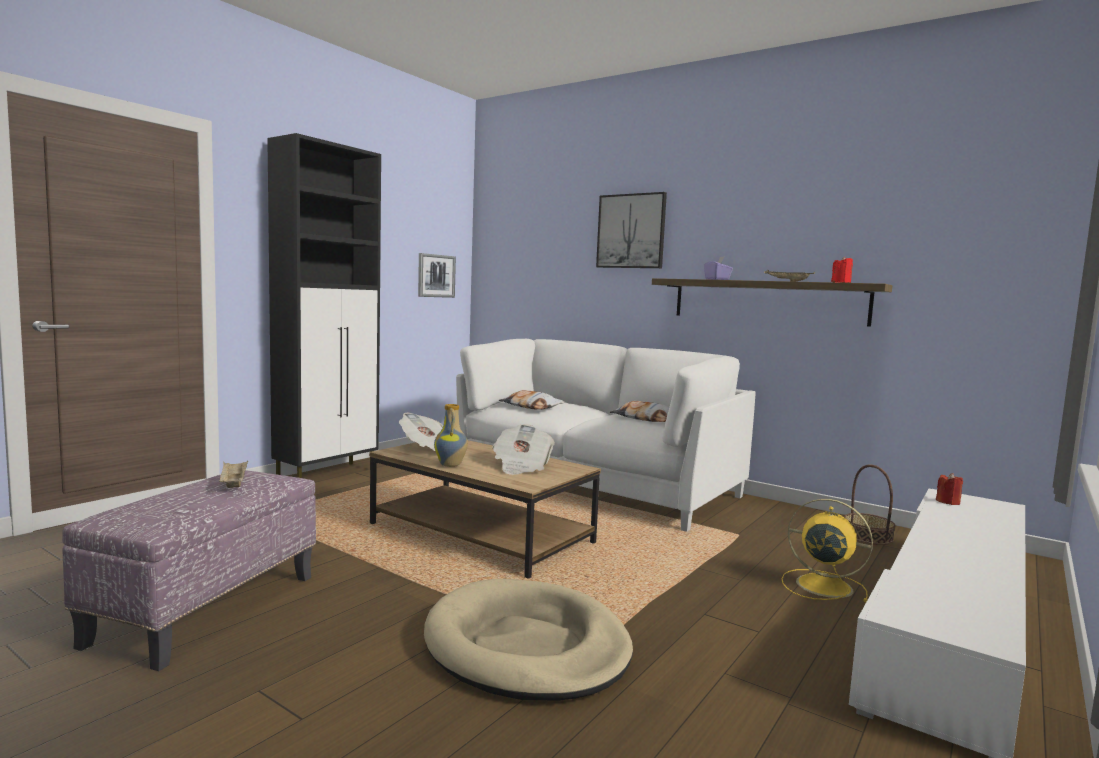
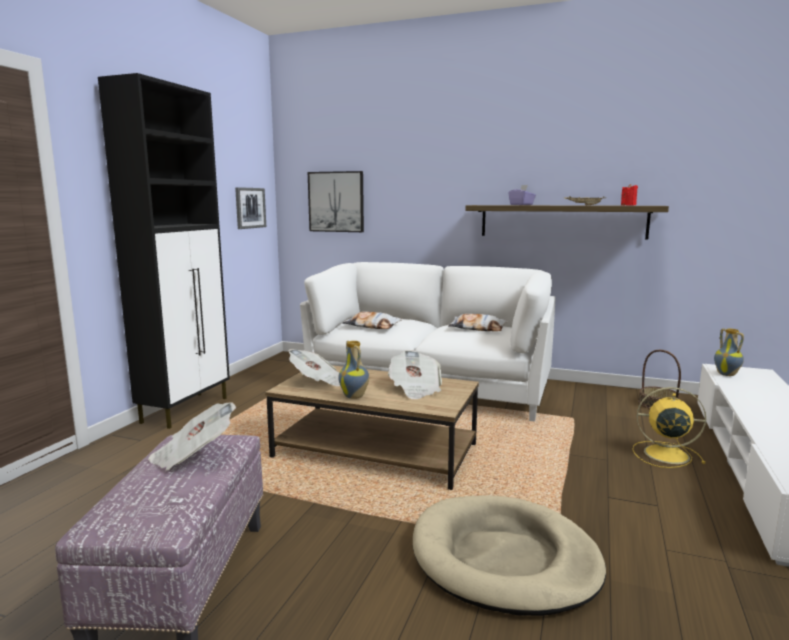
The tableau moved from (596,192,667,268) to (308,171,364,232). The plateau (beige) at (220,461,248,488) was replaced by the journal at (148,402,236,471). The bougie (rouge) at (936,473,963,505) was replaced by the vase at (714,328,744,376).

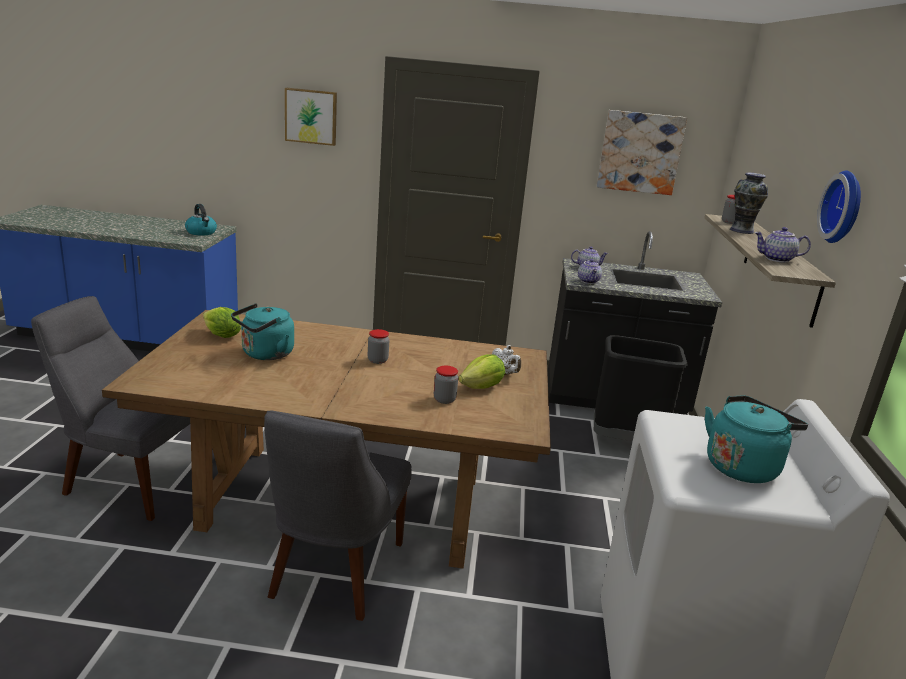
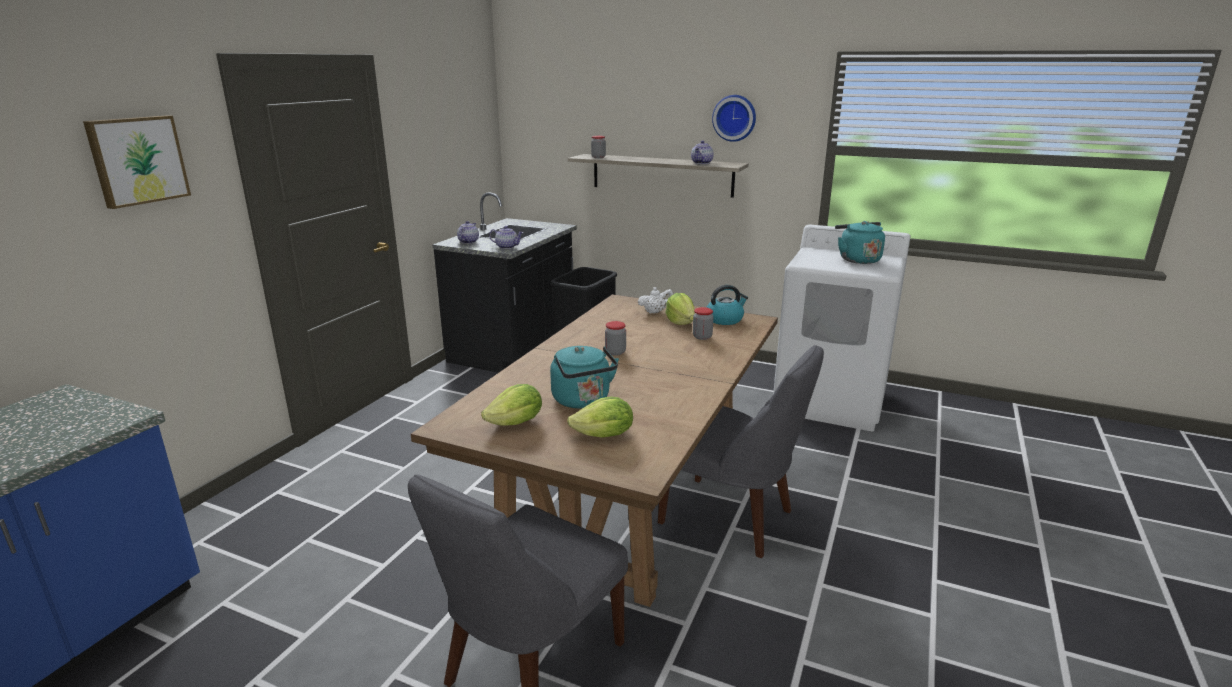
The tableau at (597,110,687,195) disappeared. The vase at (730,173,768,234) disappeared. The laitue at (567,397,633,438) appeared. The bouilloire moved from (185,204,217,236) to (706,285,748,325).

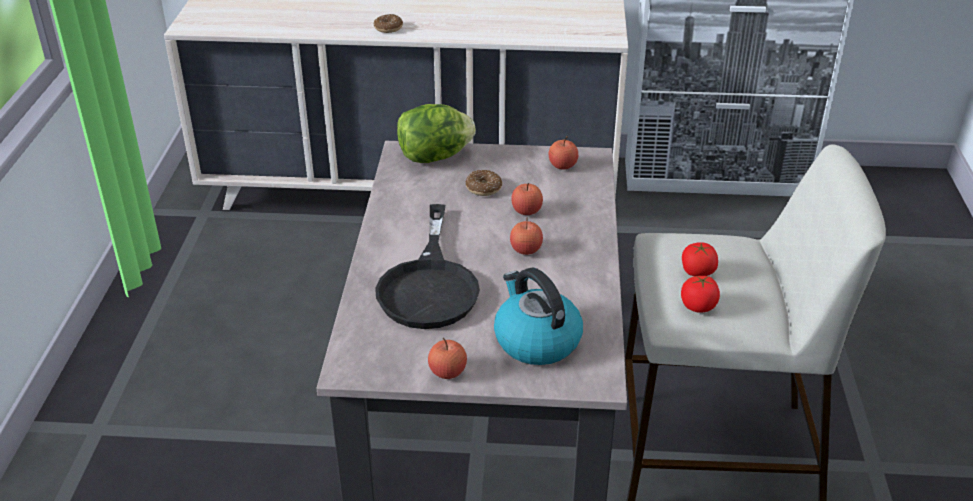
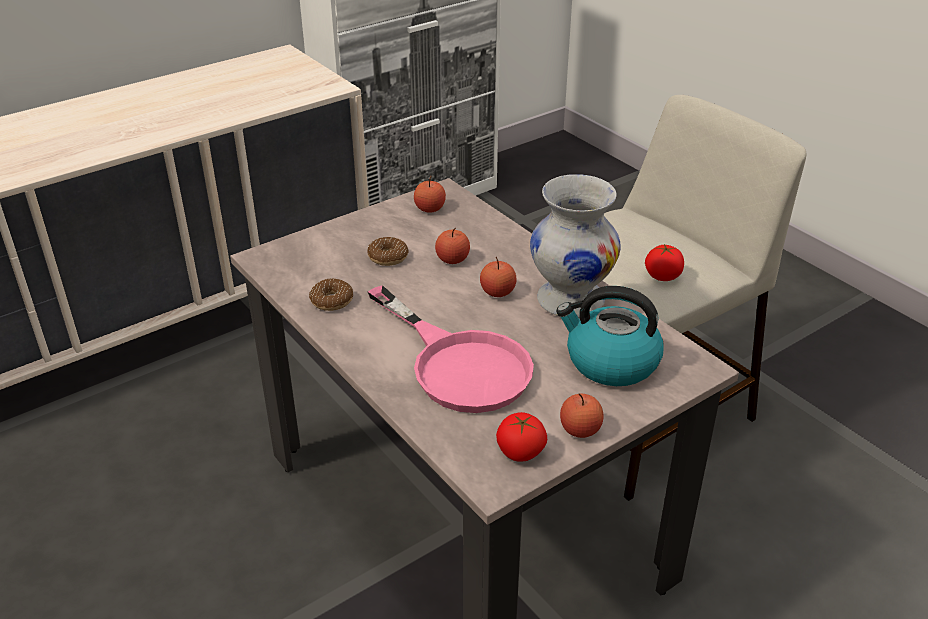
The laitue at (397,104,476,163) disappeared. The vase (blanc) at (530,174,621,318) appeared. The beignet moved from (374,14,403,33) to (309,278,353,311). The tomate moved from (682,242,718,276) to (496,412,547,462). The poêle (noir) at (375,204,480,329) became the poêle (rose) at (368,285,534,413).

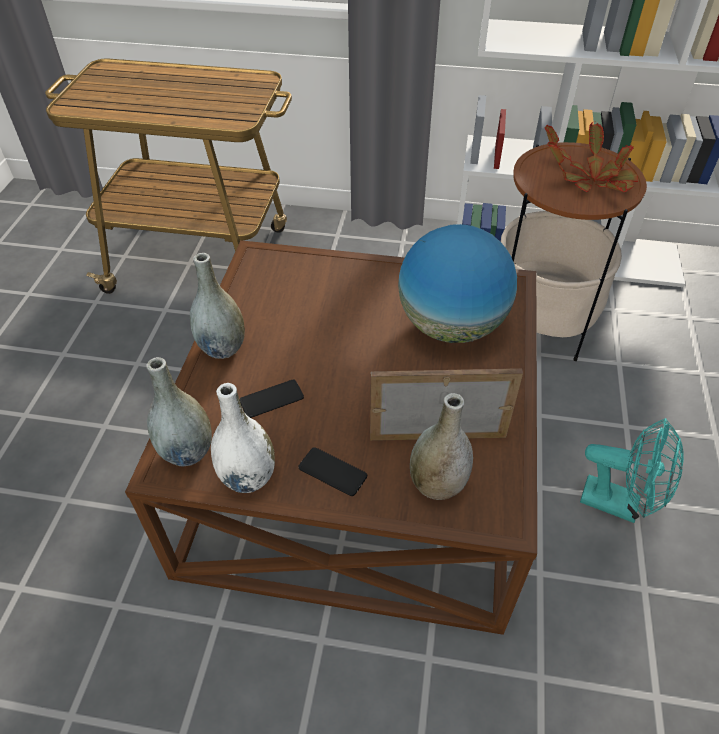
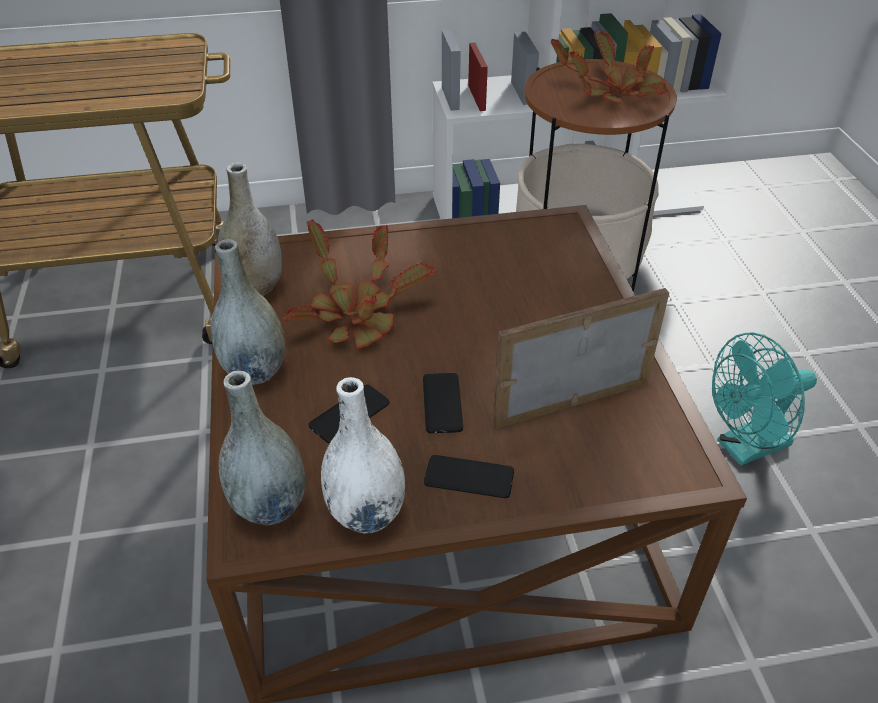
The globe at (398,224,517,343) disappeared. The plante en pot at (283,220,437,349) appeared. The téléphone at (423,373,463,433) appeared. The vase (gris) moved from (410,393,473,500) to (217,163,282,296). The ventilateur (turquoise) at (580,418,684,523) turned 150 degrees clockwise.

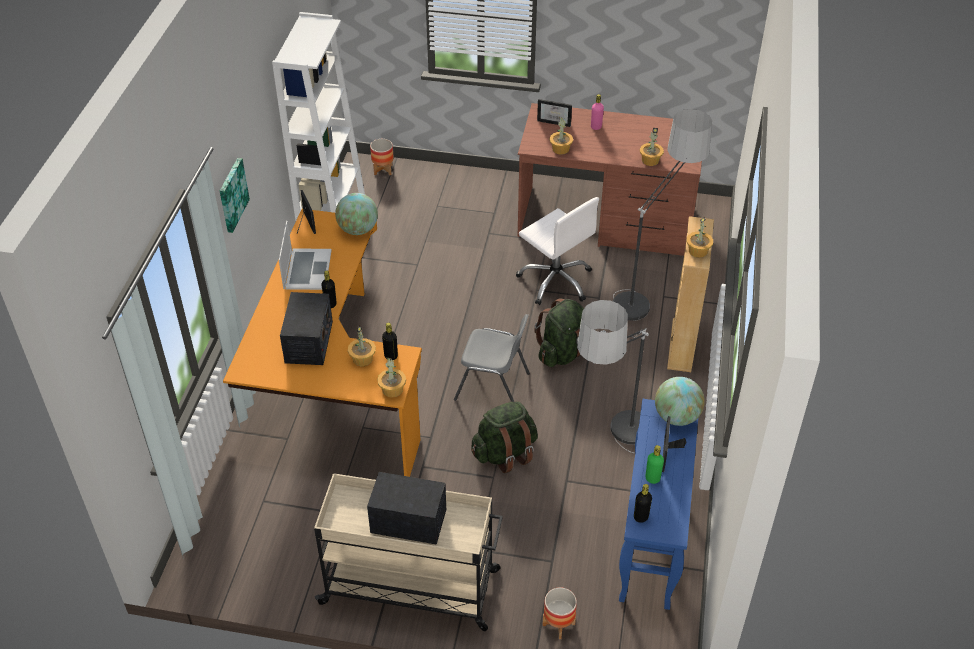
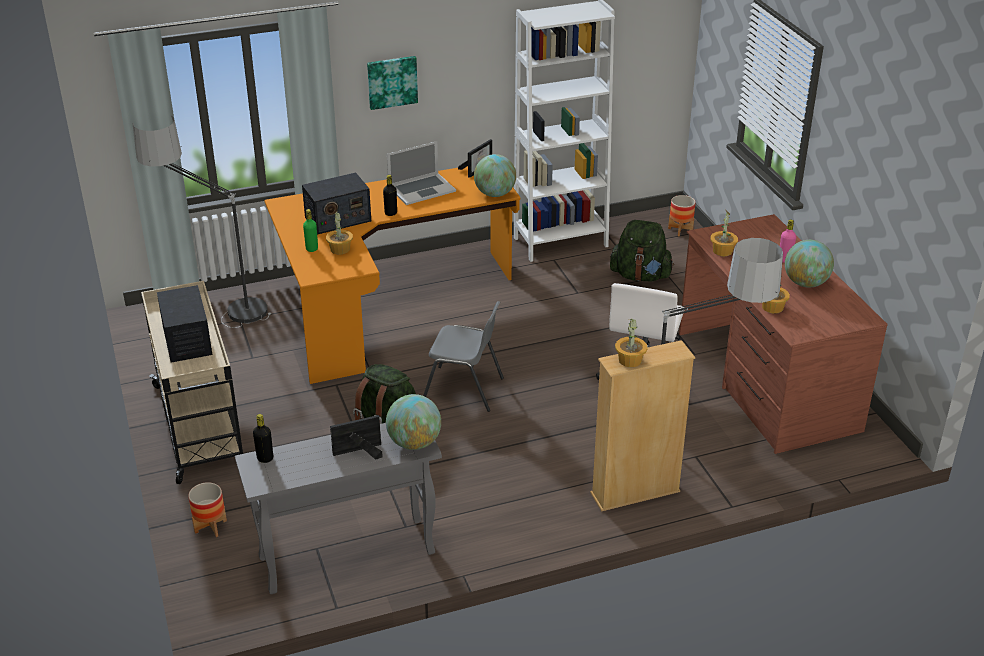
The plante en pot at (377,358,406,398) disappeared. The bouteille (noir) at (382,322,398,360) disappeared. The cadre photo at (537,99,572,127) disappeared. The globe at (785,240,834,287) appeared. The sac à dos (vert) moved from (534,298,584,367) to (610,220,674,282). The lampadaire moved from (577,300,649,453) to (133,116,271,328). The bouteille (vert) moved from (645,445,664,484) to (303,209,318,252). The table console (bleu) at (619,399,698,610) became the table console (gris) at (235,423,442,594). The chaise (gris) at (454,314,530,402) turned 60 degrees counterclockwise.

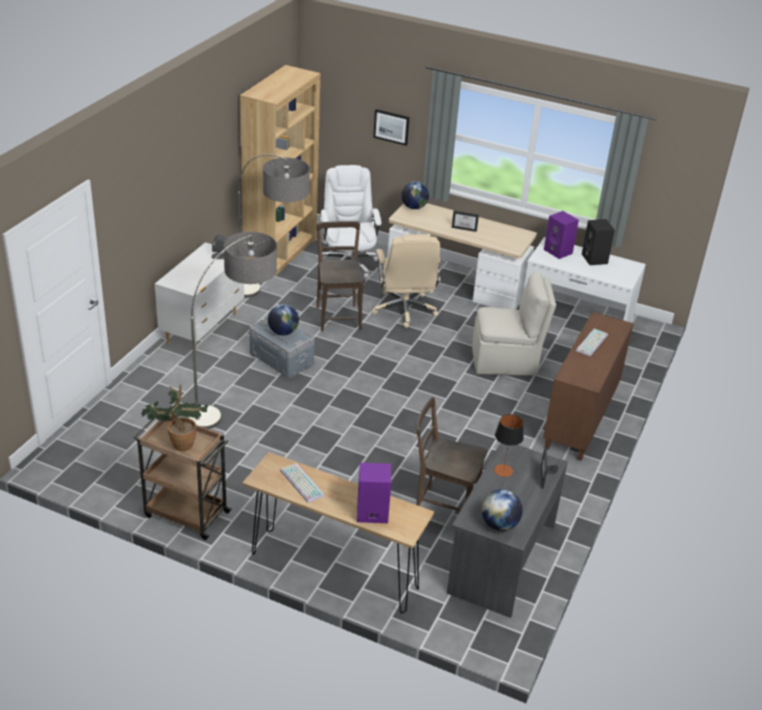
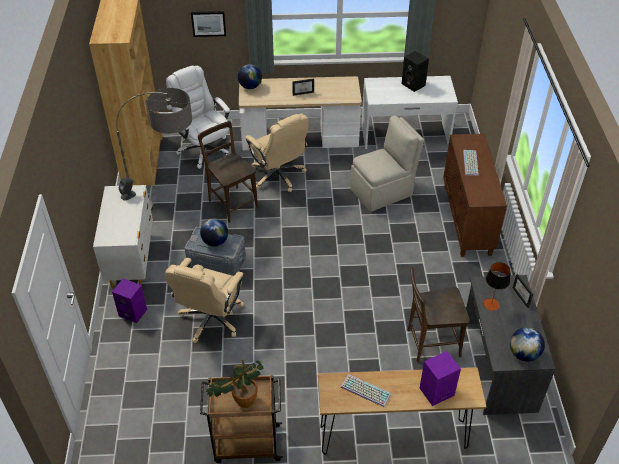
The enceinte (violet) moved from (544,211,579,259) to (112,278,147,323). The lampadaire at (188,232,277,429) was replaced by the chaise de bureau (beige) at (165,258,244,343).

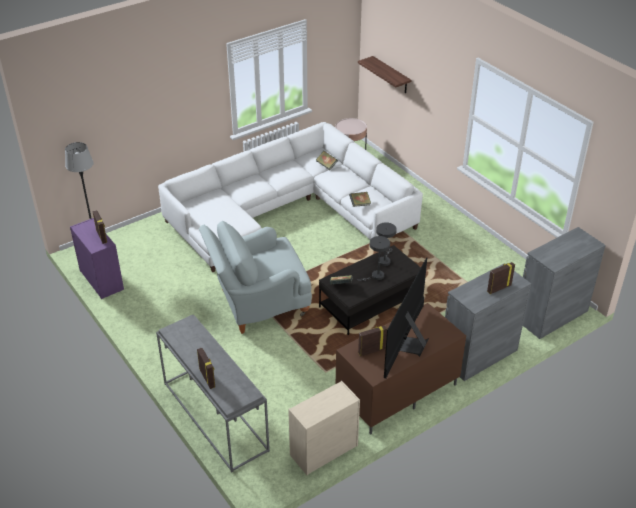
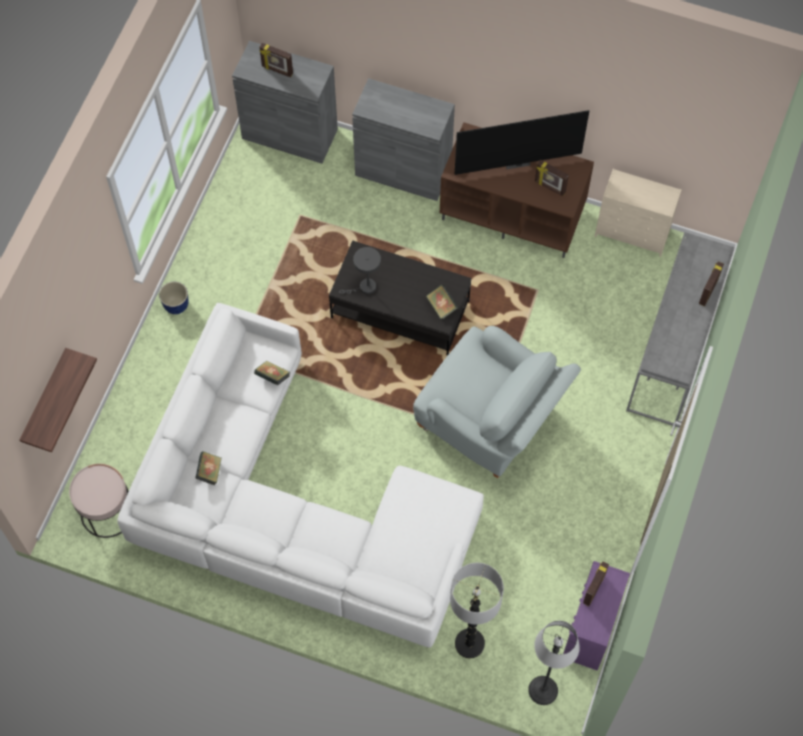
The lampe de table (gris) at (358,236,390,281) disappeared. The cache-pot at (159,282,189,314) appeared. The lampadaire at (450,563,504,658) appeared. The cadre photo moved from (487,262,515,294) to (259,43,293,78).

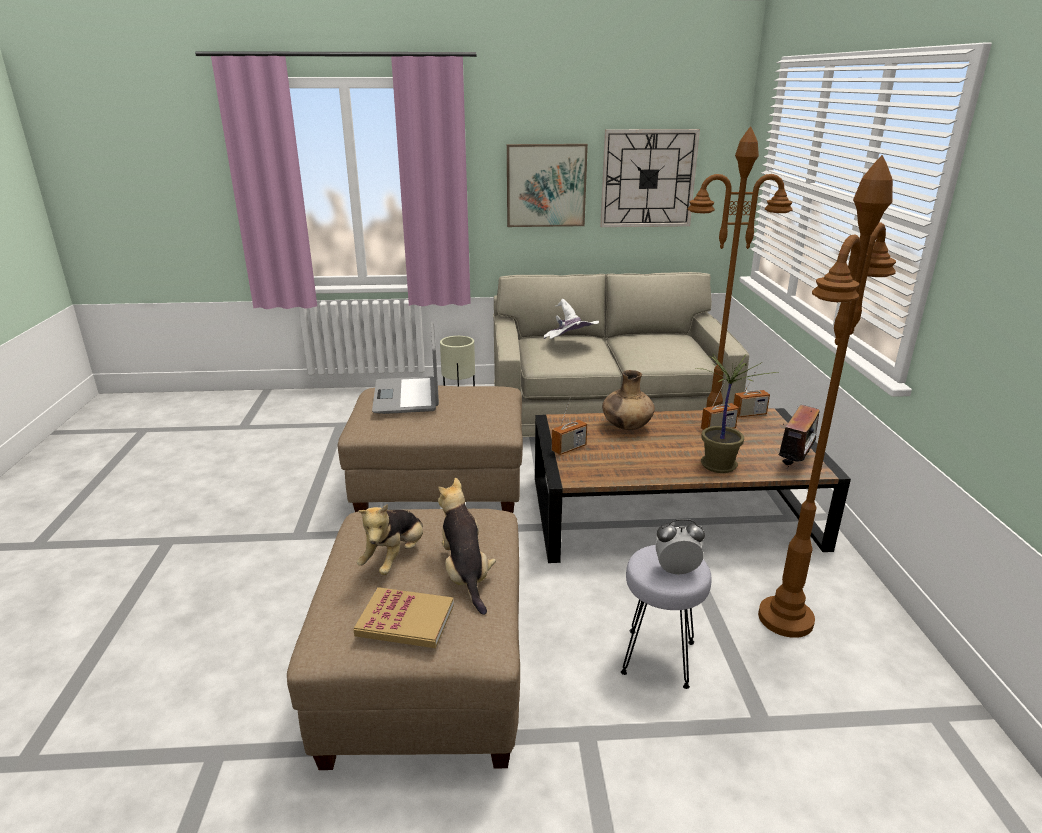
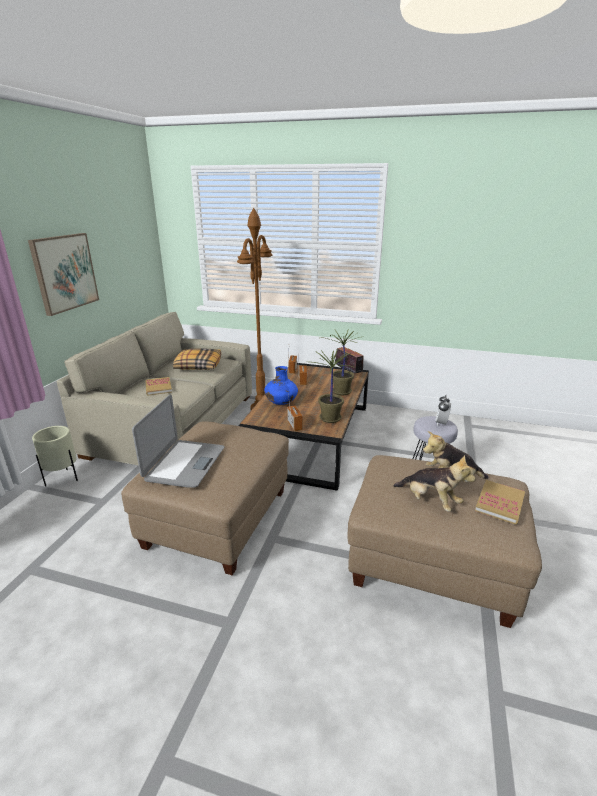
The horloge murale at (600,129,700,227) disappeared. The lampadaire (marron) at (758,155,896,638) disappeared. The coussin at (173,348,221,370) appeared. The plante en pot at (312,348,355,423) appeared. The chapeau (blanc) at (544,299,599,339) was replaced by the livre at (145,377,172,396). The vase (marron) at (602,370,655,430) became the vase (bleu) at (264,366,298,405). The ordinateur portable at (372,322,439,414) turned 90 degrees counterclockwise.

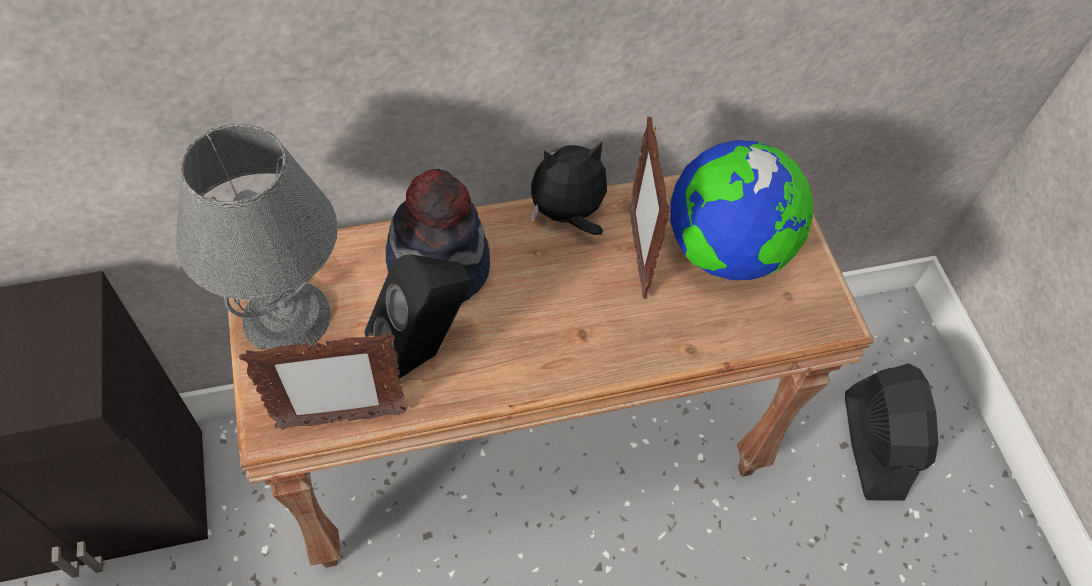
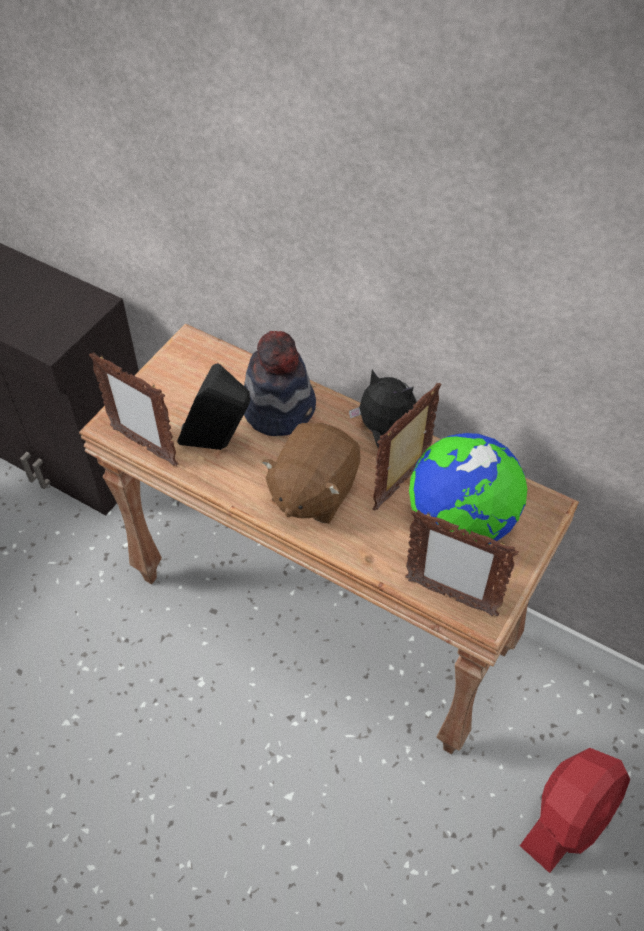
The lampe de table (gris) at (176,124,338,354) disappeared. The peluche (marron) at (262,423,360,523) appeared. The cadre photo at (405,510,519,616) appeared. The ventilateur (noir) at (845,363,938,501) became the ventilateur (rouge) at (520,748,630,873).

